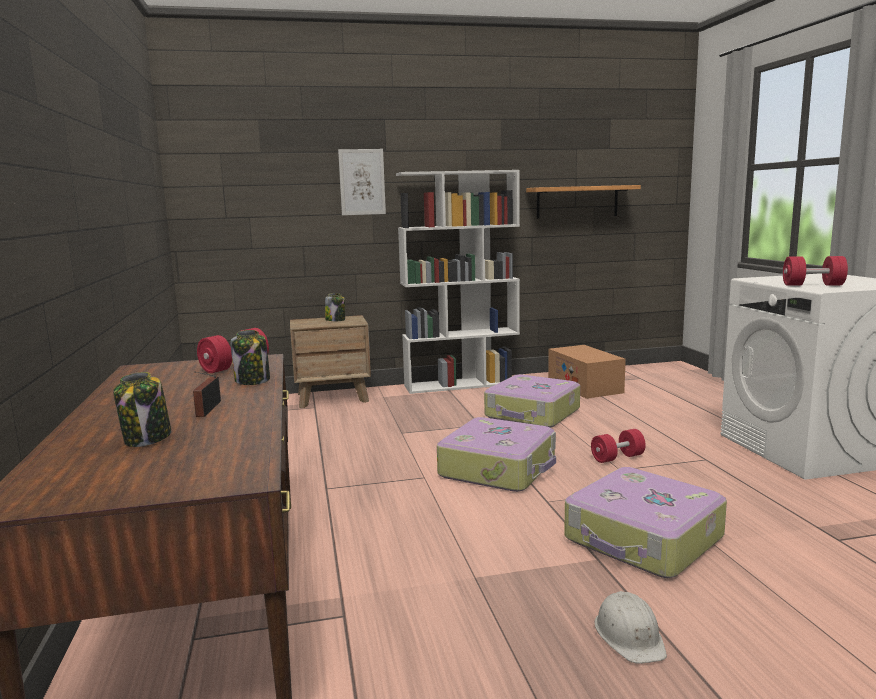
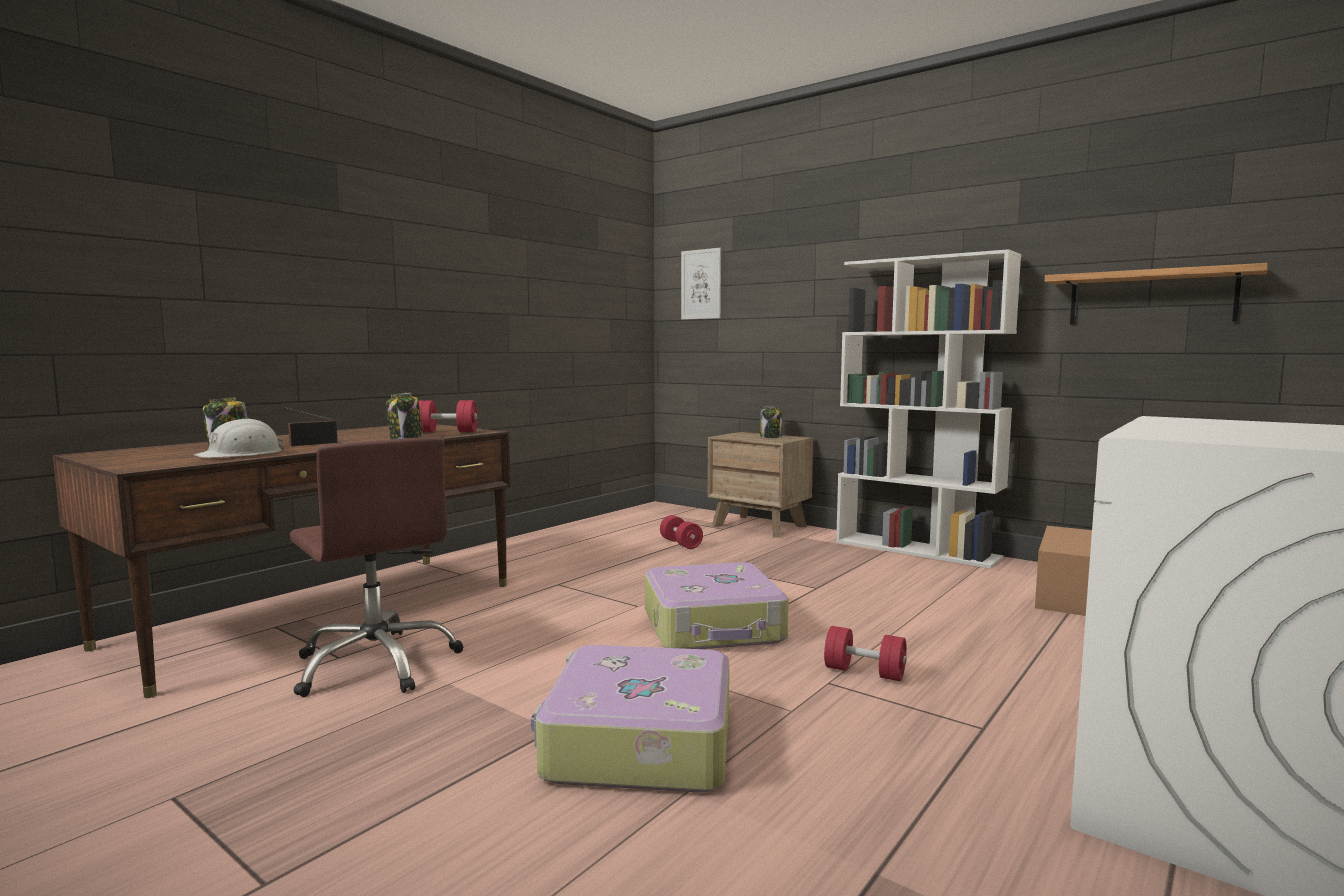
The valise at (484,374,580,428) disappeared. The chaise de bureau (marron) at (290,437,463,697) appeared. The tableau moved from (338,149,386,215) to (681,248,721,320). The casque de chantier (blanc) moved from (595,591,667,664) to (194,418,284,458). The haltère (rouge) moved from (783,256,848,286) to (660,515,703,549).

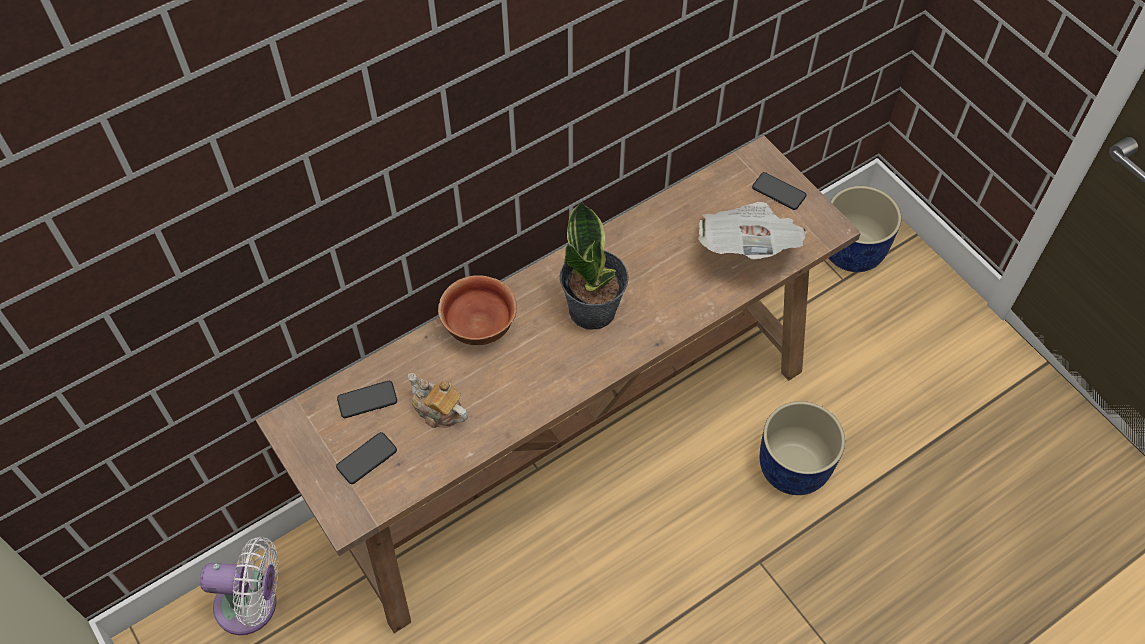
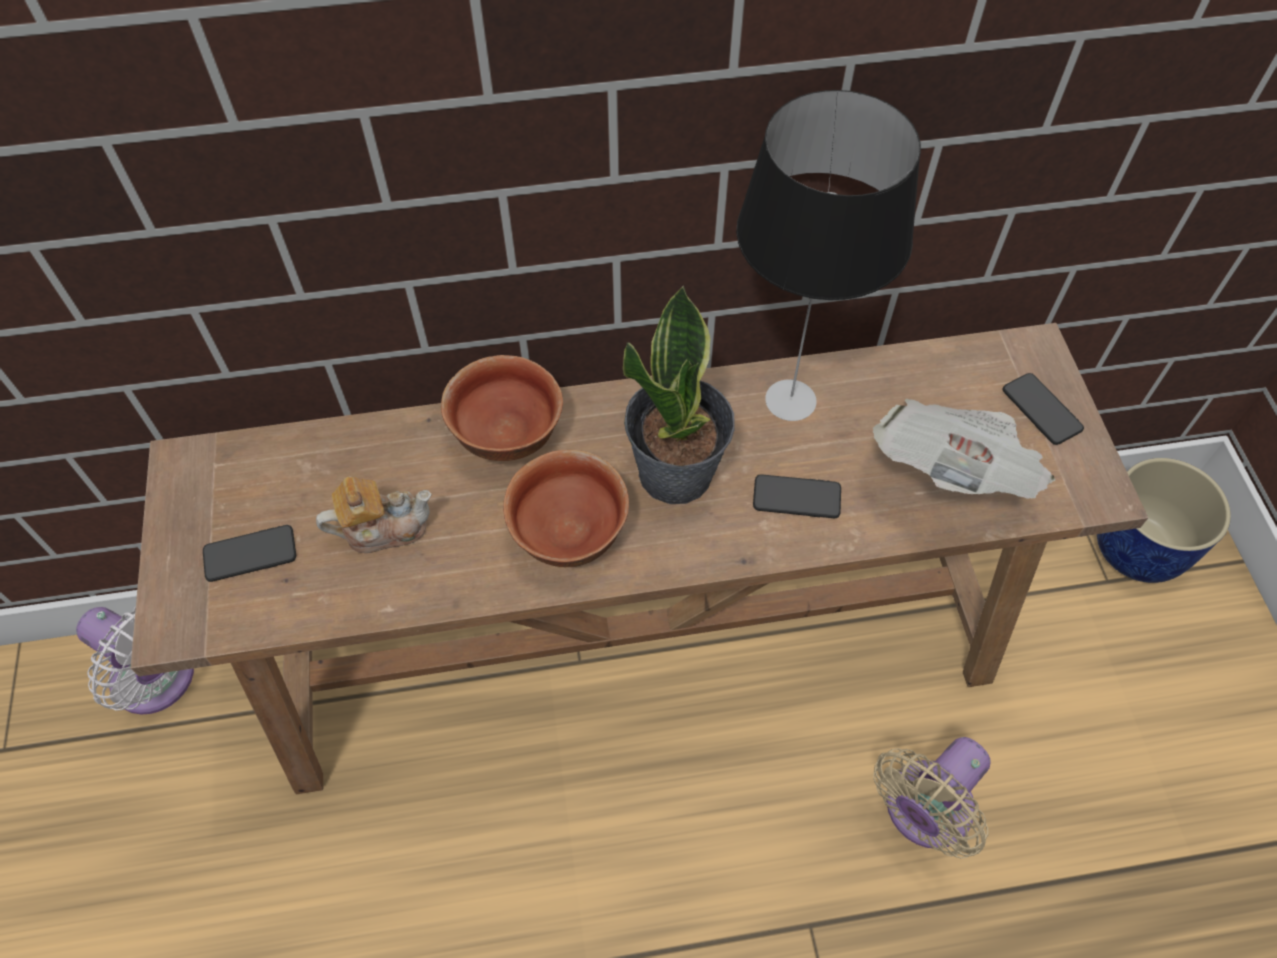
The bol at (503,450,629,567) appeared. The lampe de table at (736,90,921,421) appeared. The téléphone moved from (337,381,397,418) to (753,474,841,518). The cache-pot (bleu) at (760,401,845,495) was replaced by the ventilateur (beige) at (873,737,991,858). The théière at (408,373,468,428) turned 105 degrees clockwise.

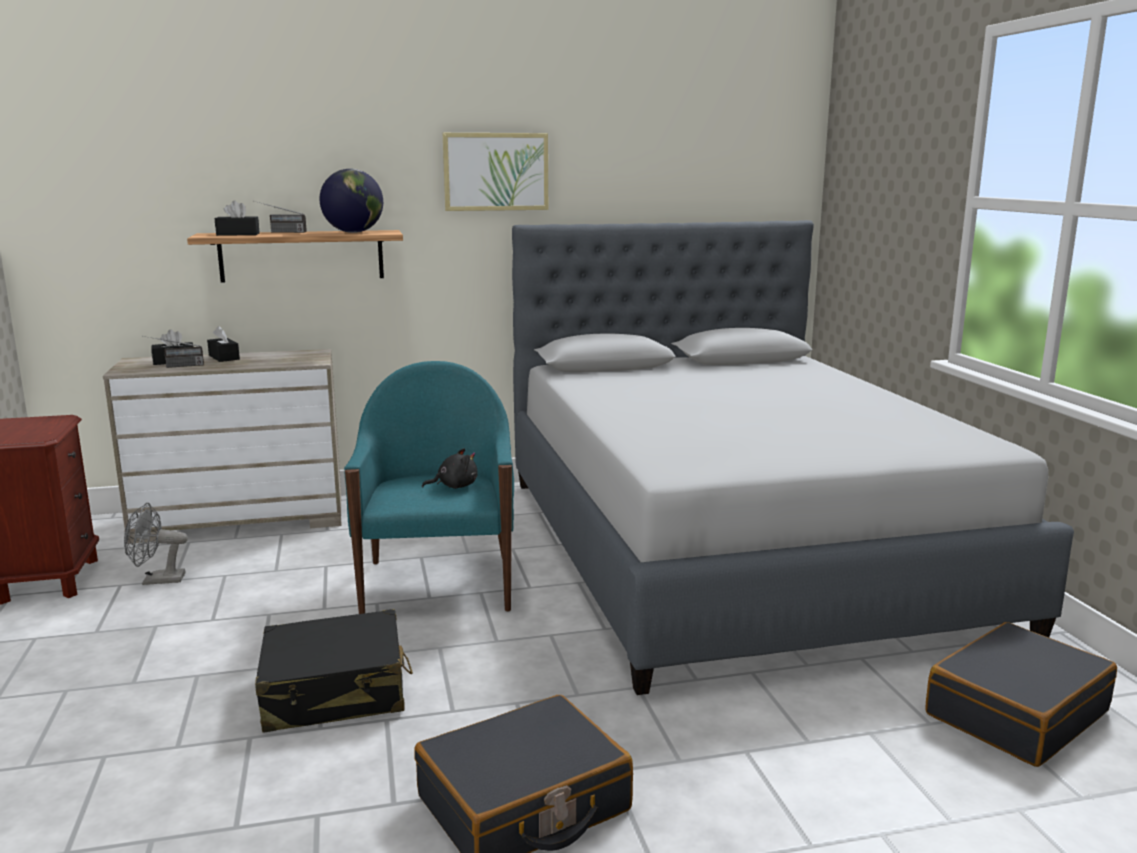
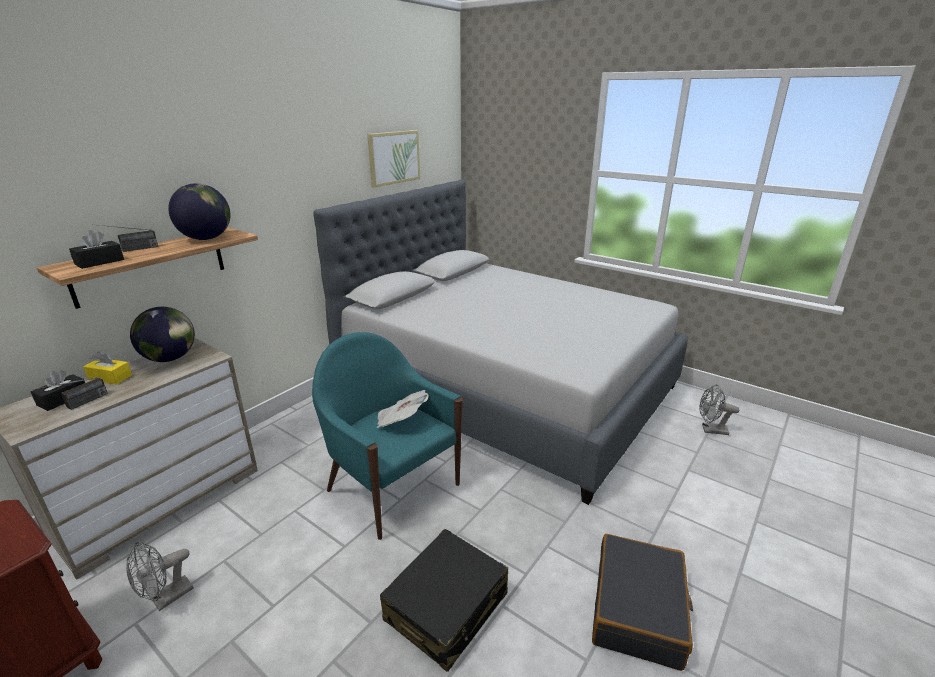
The globe at (130,307,195,362) appeared. The tableau moved from (443,133,548,211) to (367,130,420,187). The peluche (noir) at (422,448,478,489) was replaced by the journal at (377,390,429,428). The valise (noir) at (925,622,1117,767) was replaced by the ventilateur (gris) at (700,385,739,435). The boîte à mouchoirs (noir) at (207,326,240,362) became the boîte à mouchoirs (jaune) at (83,351,132,384).

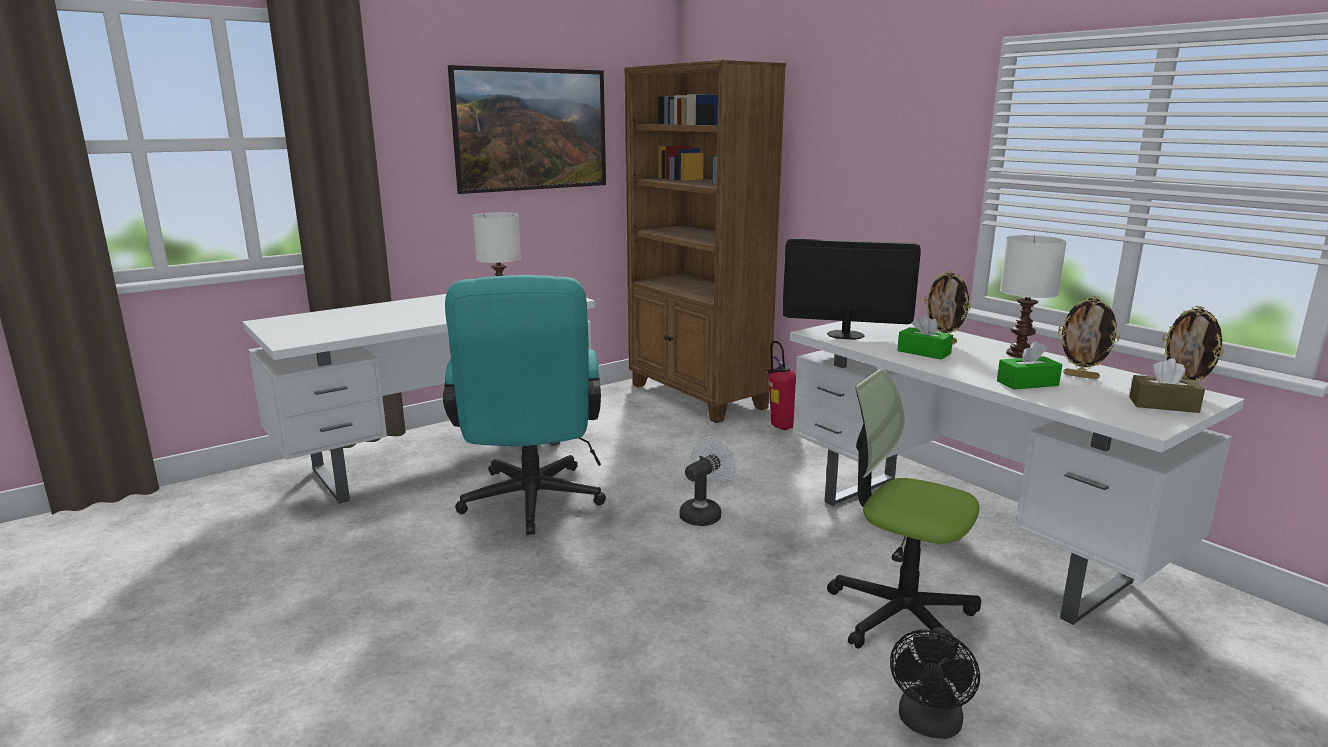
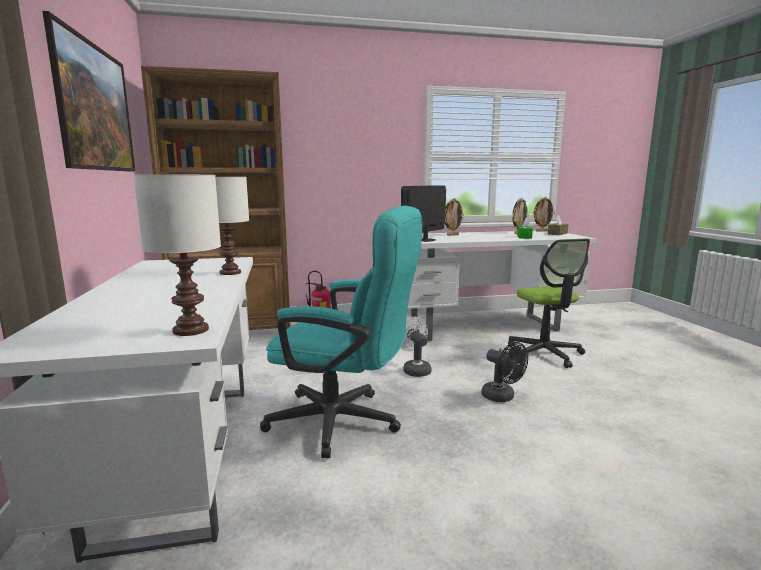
The boîte à mouchoirs (vert) at (897,314,953,359) disappeared. The ventilateur (noir) moved from (890,627,980,739) to (481,342,528,402). The lampe de table (blanc) moved from (1000,235,1067,358) to (134,174,221,336). The chaise de bureau at (827,369,981,659) turned 75 degrees counterclockwise.

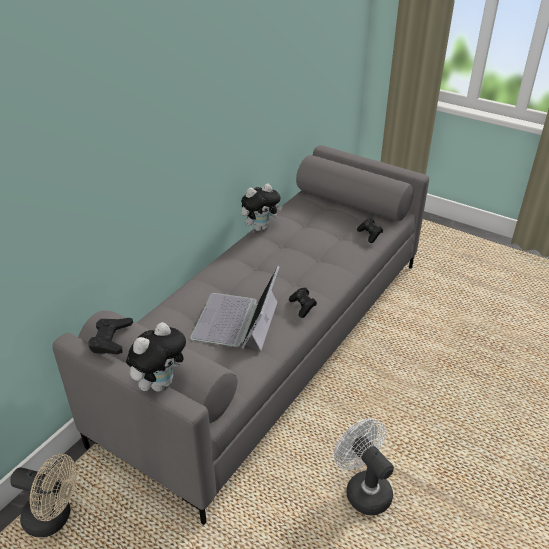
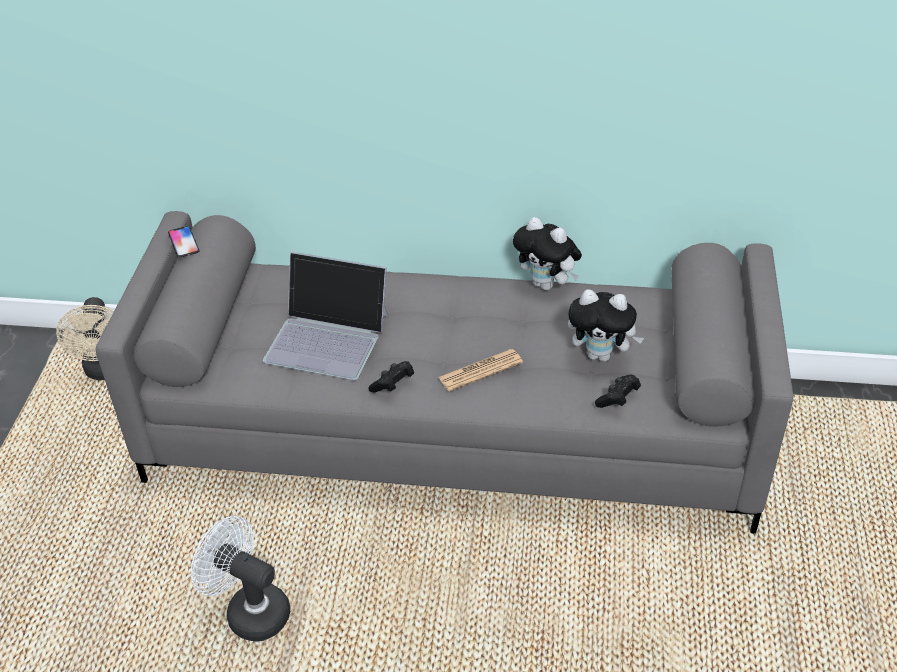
The journal at (438,349,523,392) appeared. The peluche moved from (126,322,186,392) to (568,289,644,362). The manette (noir) at (88,318,133,355) was replaced by the téléphone at (168,226,199,257). The ordinateur portable at (190,266,279,351) turned 150 degrees counterclockwise. The ventilateur (blanc) at (334,418,394,515) turned 90 degrees counterclockwise.

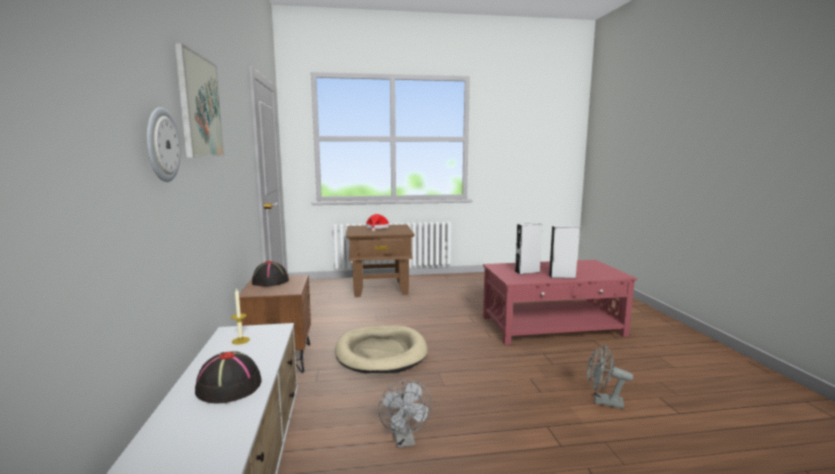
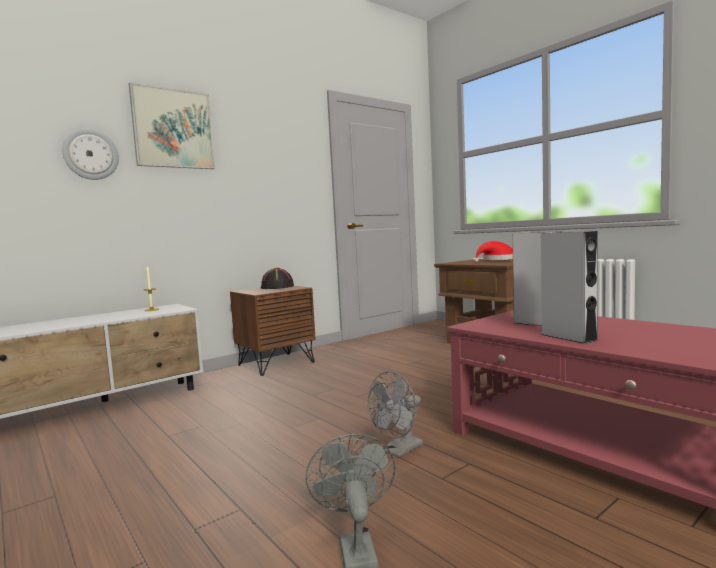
The chapeau (noir) at (195,351,261,403) disappeared. The panier pour chien (beige) at (335,325,428,373) disappeared. The ventilateur (gris) moved from (378,380,432,448) to (368,371,423,458).

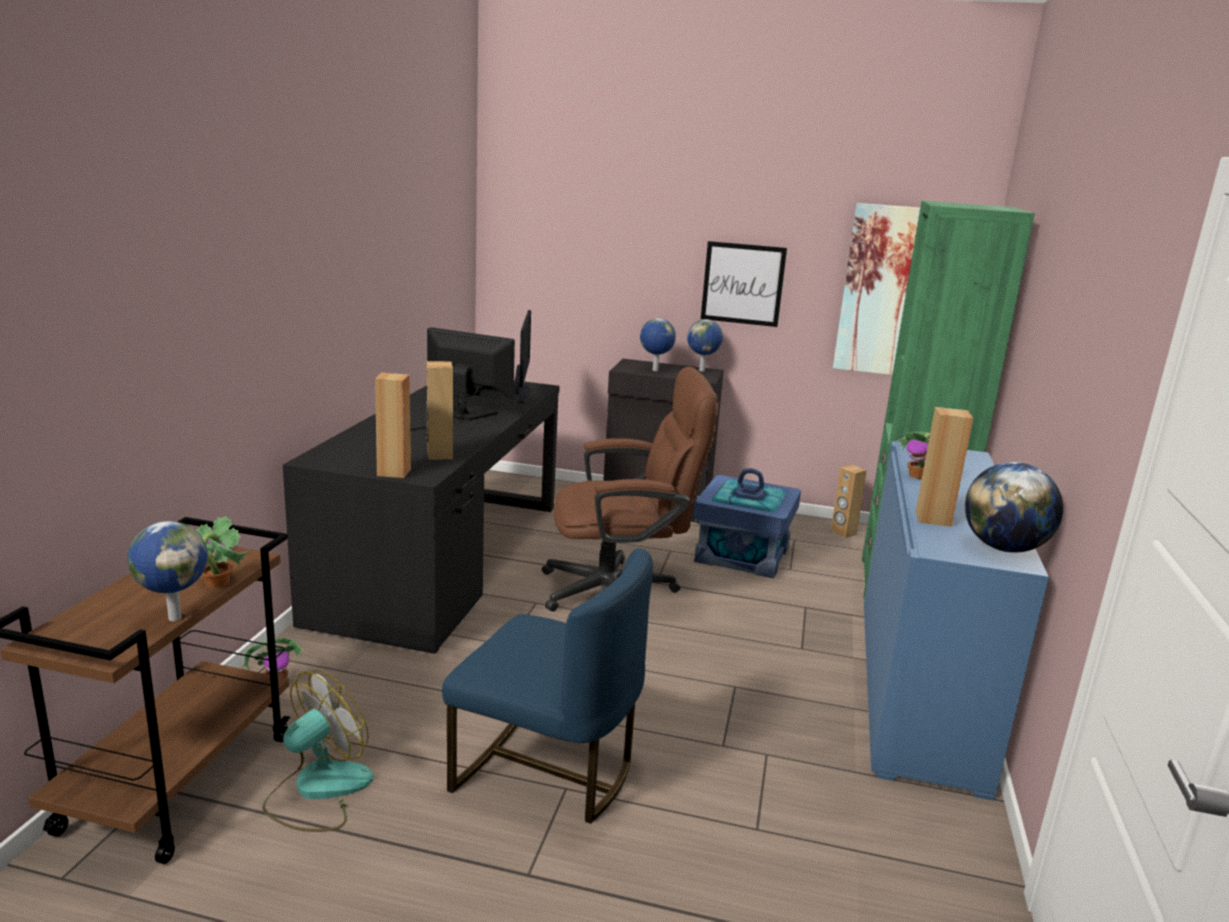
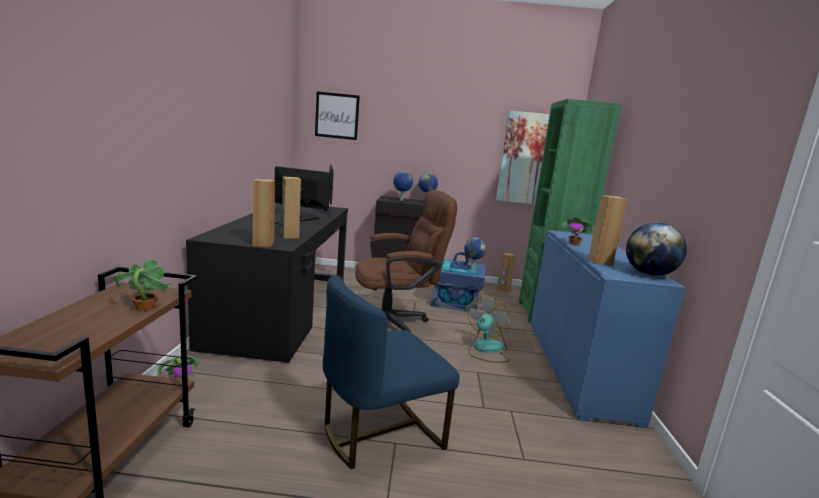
The globe moved from (127,521,208,621) to (464,237,486,269). The ventilateur moved from (263,670,374,832) to (468,297,511,363). The tableau moved from (701,241,787,327) to (315,92,360,140). The chaise (bleu) at (442,548,653,824) turned 135 degrees clockwise.

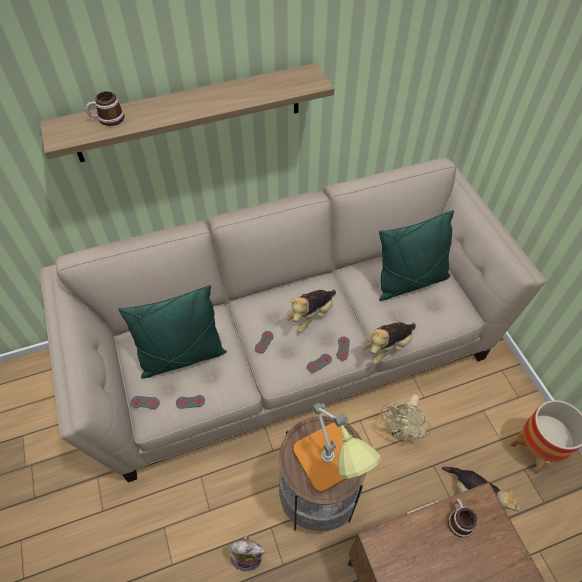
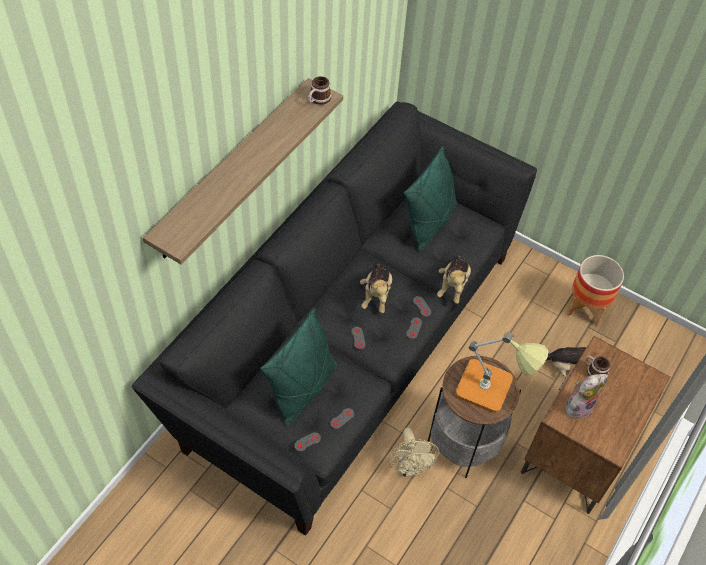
The mug moved from (86,91,125,126) to (308,76,332,105). The peluche moved from (229,536,266,572) to (566,374,608,419). The ventilateur (beige) moved from (381,394,431,441) to (388,428,439,477). The canapé (beige) at (40,158,546,483) became the canapé (noir) at (132,102,537,536).

